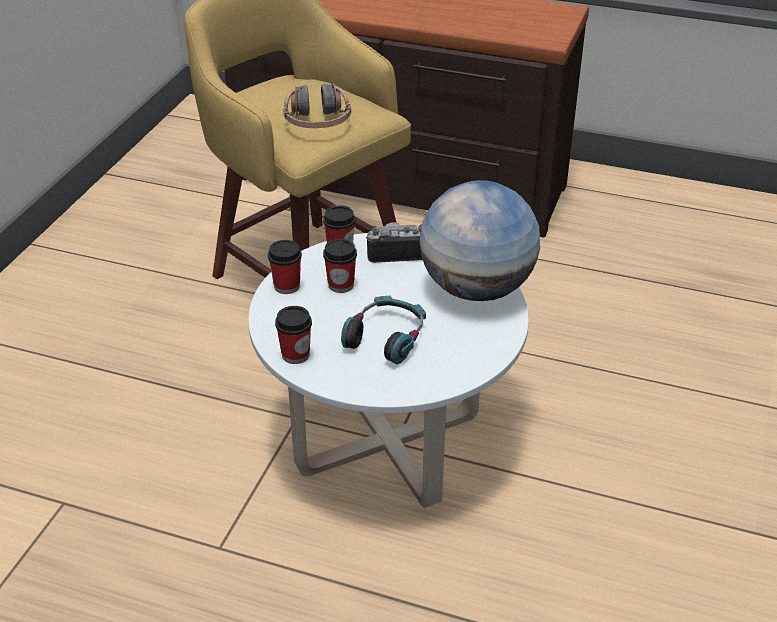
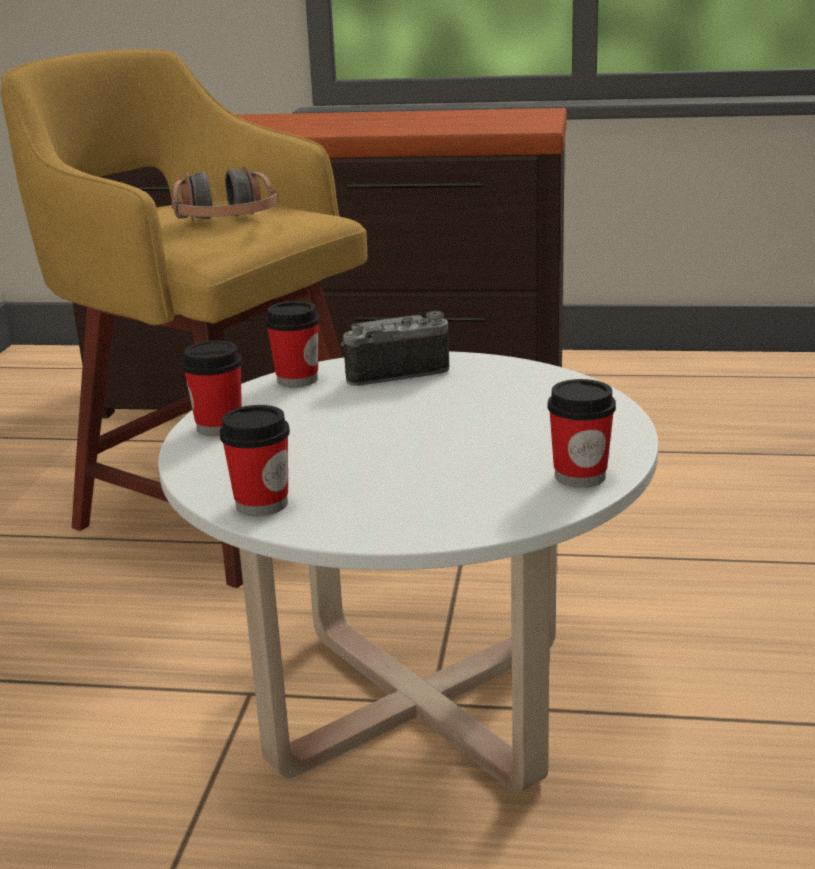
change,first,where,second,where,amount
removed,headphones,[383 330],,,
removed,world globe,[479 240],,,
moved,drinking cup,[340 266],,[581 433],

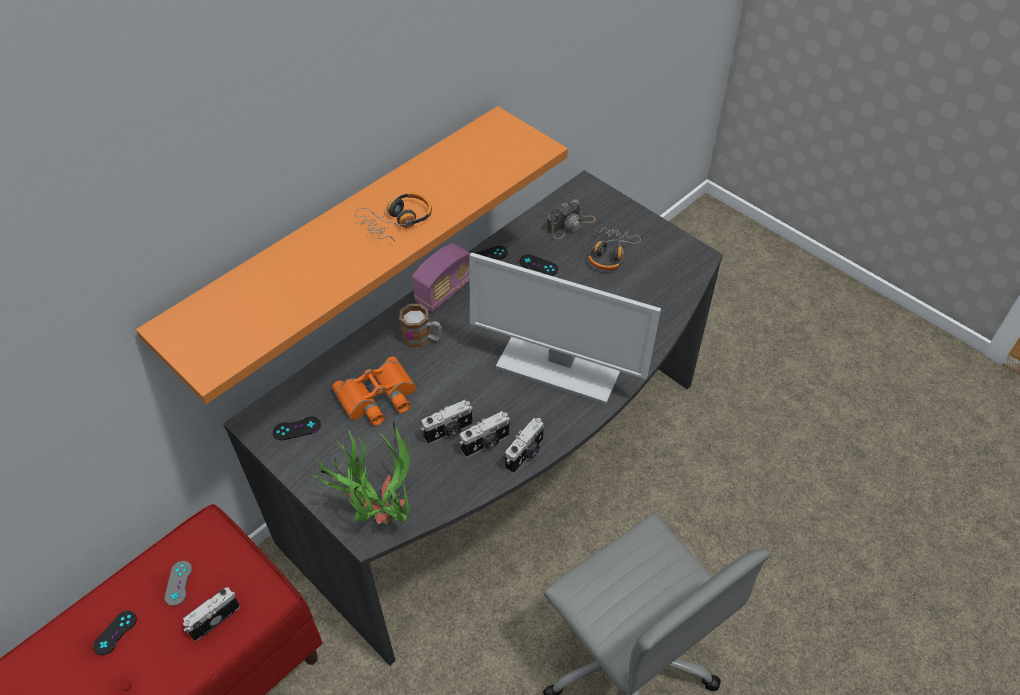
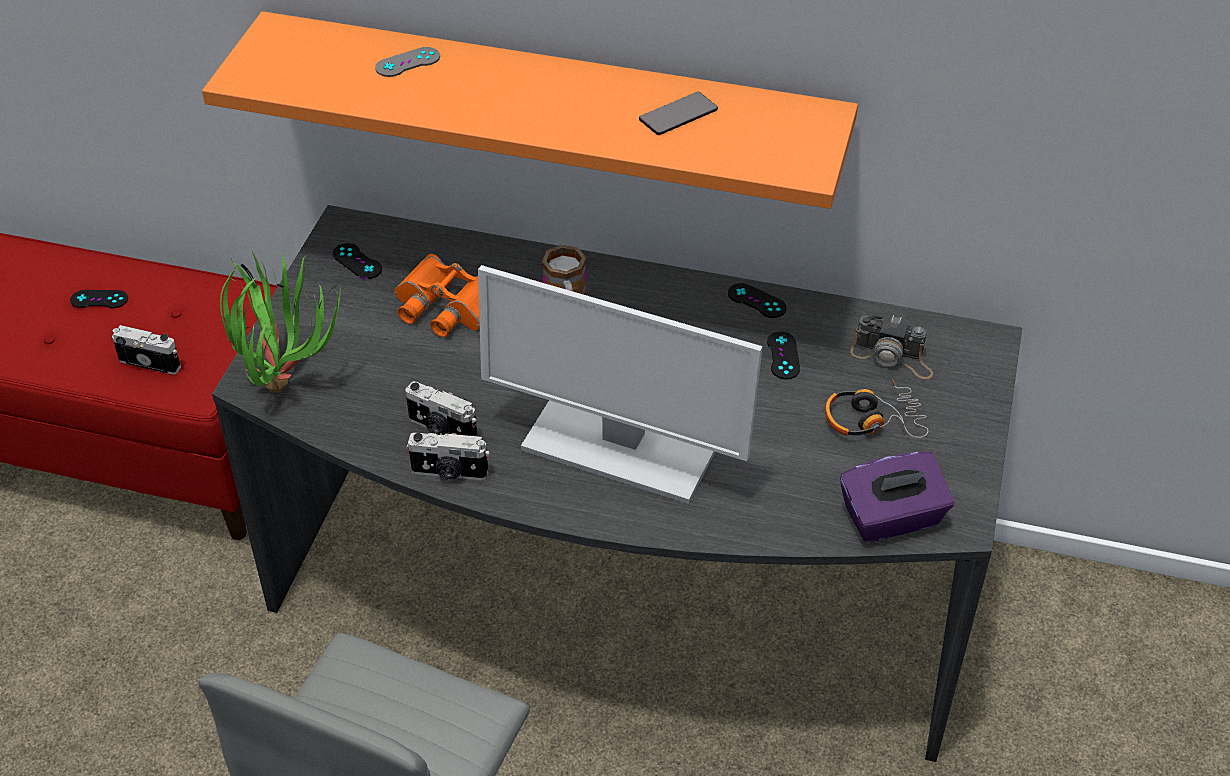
change,first,where,second,where,amount
removed,headphones,[393 216],,,
removed,radio receiver,[441 277],,,
removed,still camera,[447 422],,,
added,,,phone,[678 113],
added,,,purplish tissue box,[897 497],
moved,grey gamepad,[178 583],,[407 62],
turned,monitor,[565 328],,[620 384],60 degrees counterclockwise

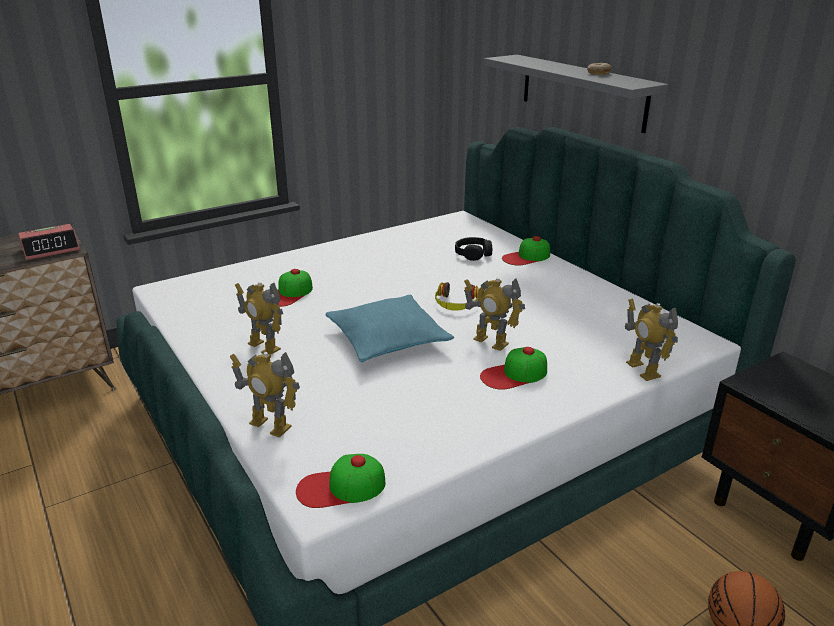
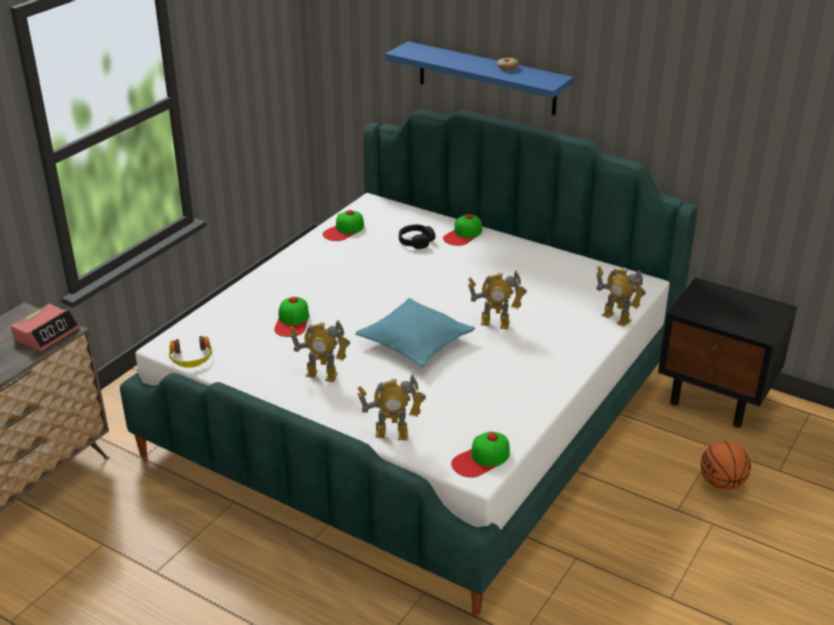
change,first,where,second,where,amount
moved,headphones,[457 296],,[190 352],
moved,peaked cap,[513 368],,[343 225],
recoloured,grey bracket shelf,[576 94],blue bracket shelf,[479 78],

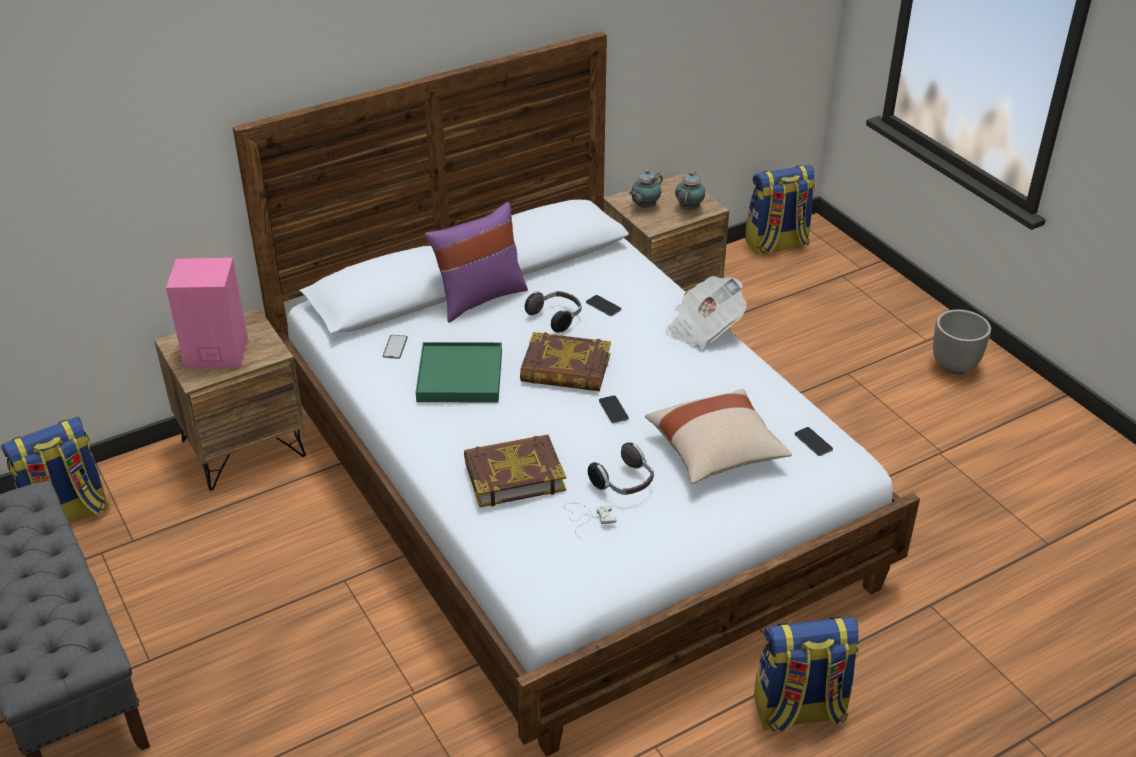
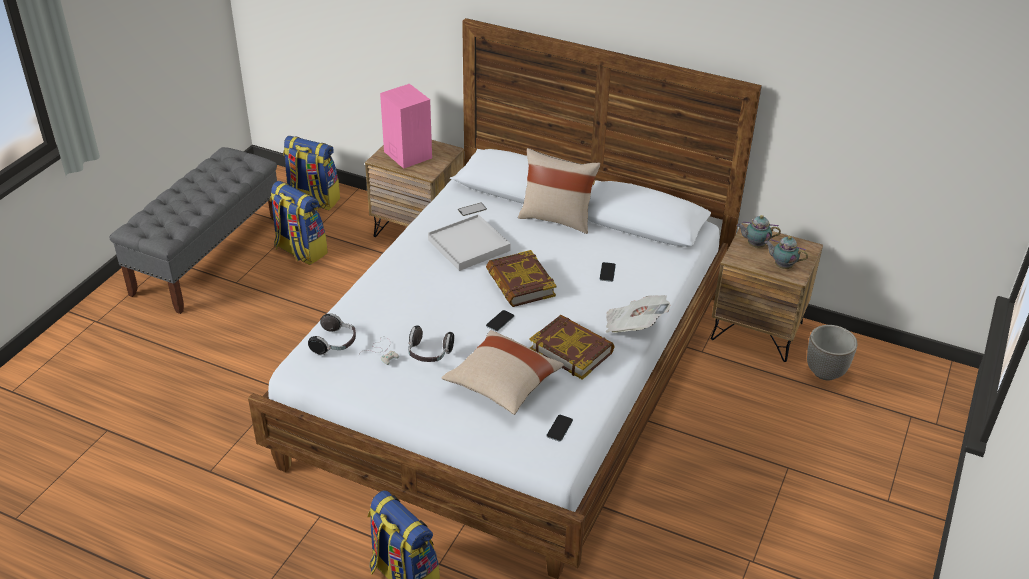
change,first,where,second,where,amount
moved,volume,[515 471],,[572 347],
moved,headphones,[553 312],,[332 334],
moved,rucksack,[780 210],,[299 223],
moved,planter,[962 341],,[832 352],
recoloured,green-coloured carrying tray,[459 372],whitish carrying tray,[469 242],
recoloured,purplish cushion,[476 262],beige cushion,[559 191],
turned,teapot,[690 191],,[786 252],135 degrees counterclockwise

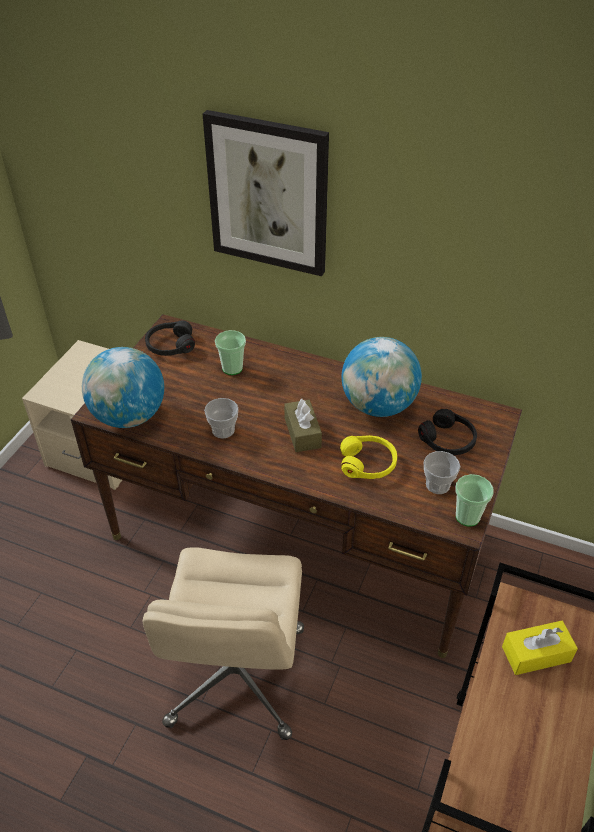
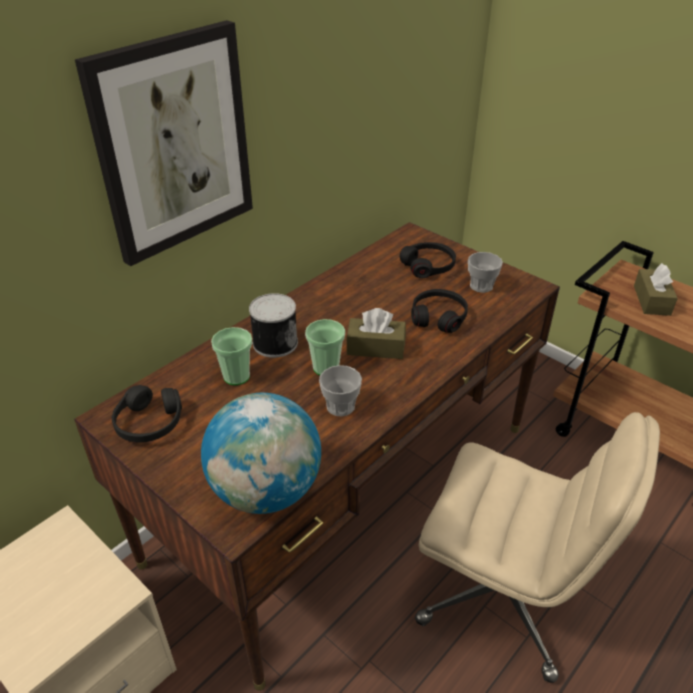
change,first,where,second,where,amount
removed,world globe,[382 377],,,
added,,,sealed can,[273 325],
moved,drinking cup,[475 500],,[325 347],
recoloured,yellowish headphones,[368 457],black-coloured headphones,[439 311],
recoloured,yellowish tissue box,[540 648],brown-coloured tissue box,[656 289],

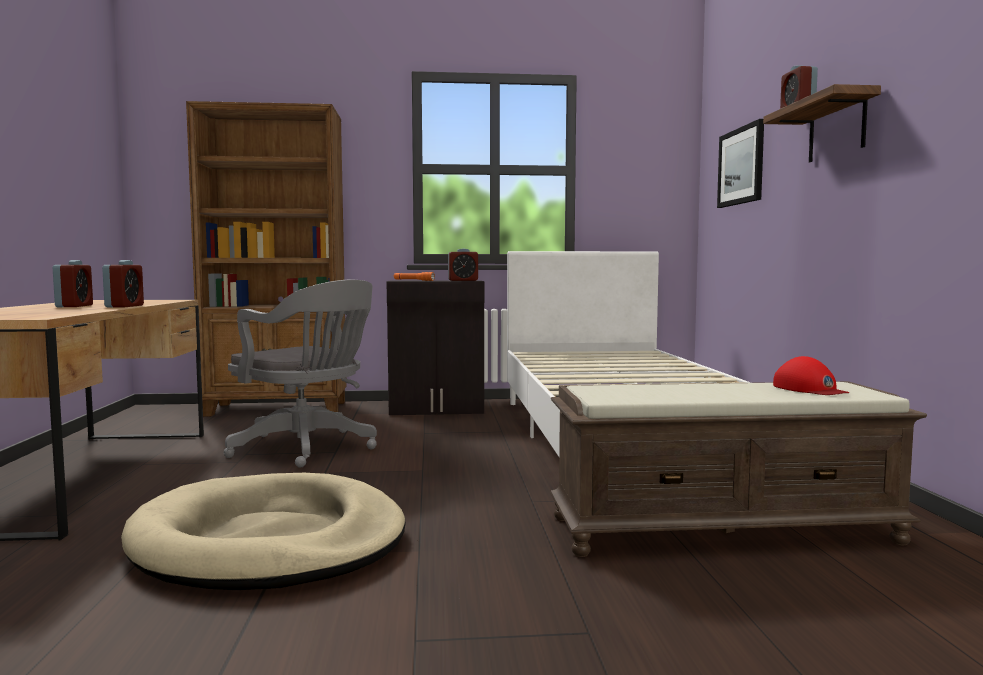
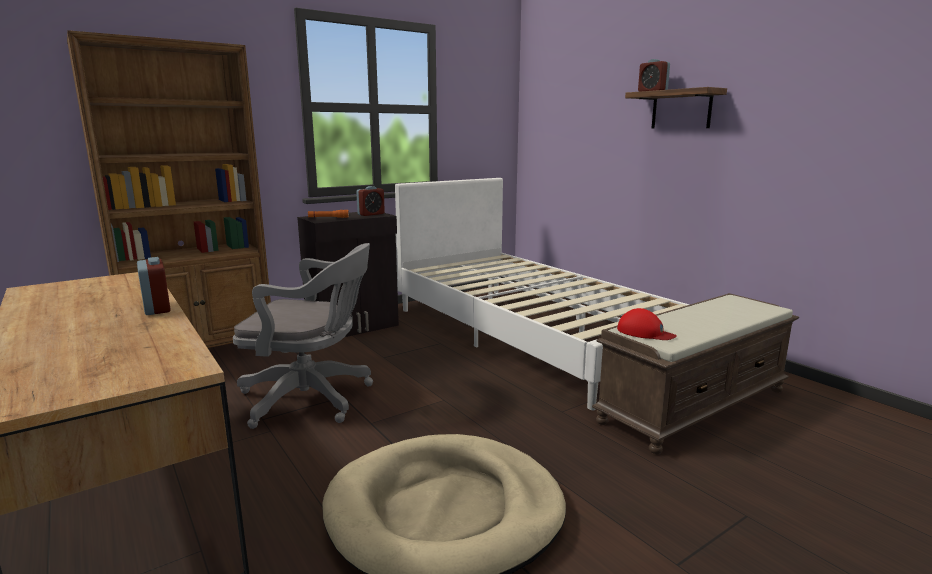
change,first,where,second,where,amount
removed,alarm clock,[73 283],,,
removed,wall picture,[740 163],,,
moved,red-coloured peaked cap,[811 375],,[647 324],

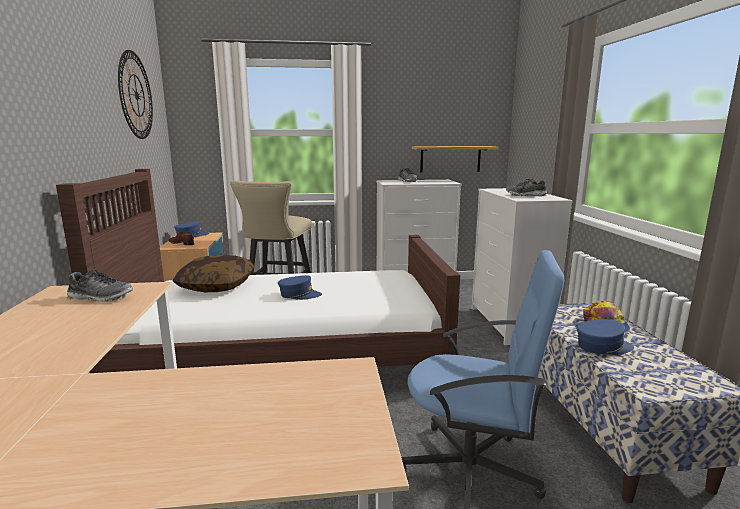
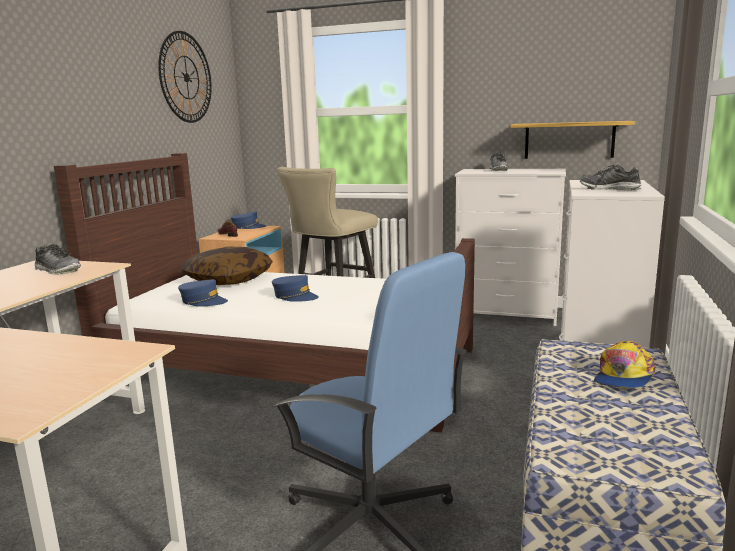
change,first,where,second,where,amount
moved,blue peaked cap,[605 337],,[203 293],

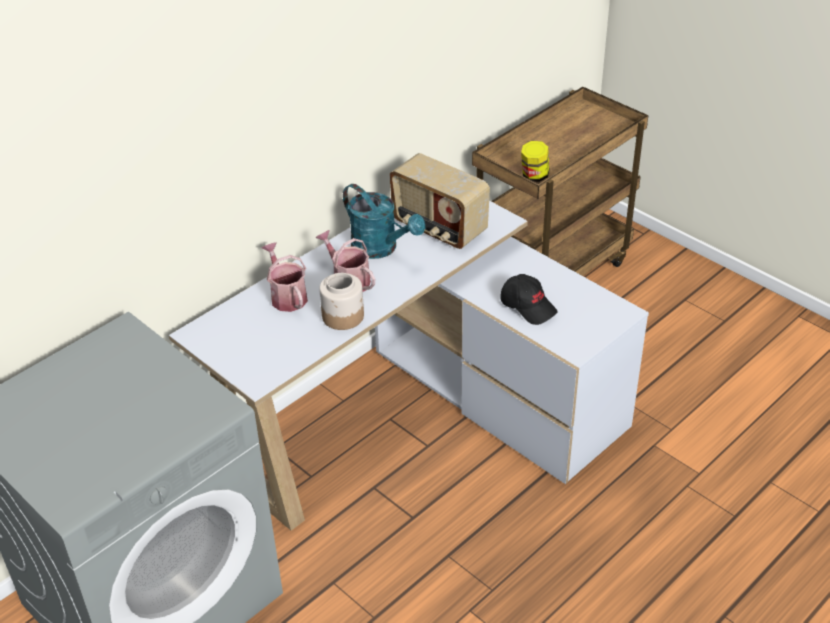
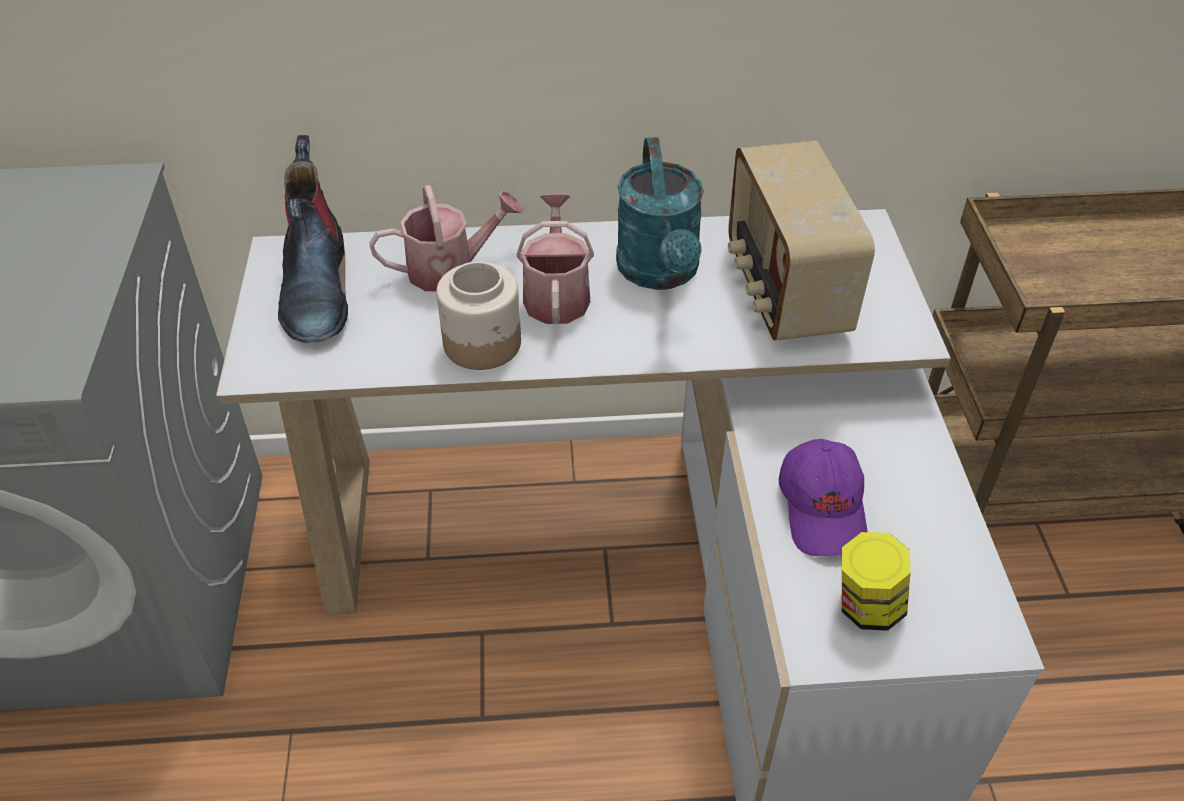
change,first,where,second,where,amount
added,,,boot,[313 239],
moved,jar,[535 161],,[876 581],
recoloured,black-coloured peaked cap,[528 299],purplish peaked cap,[823 497],
turned,watering can,[284 277],,[446 238],60 degrees clockwise

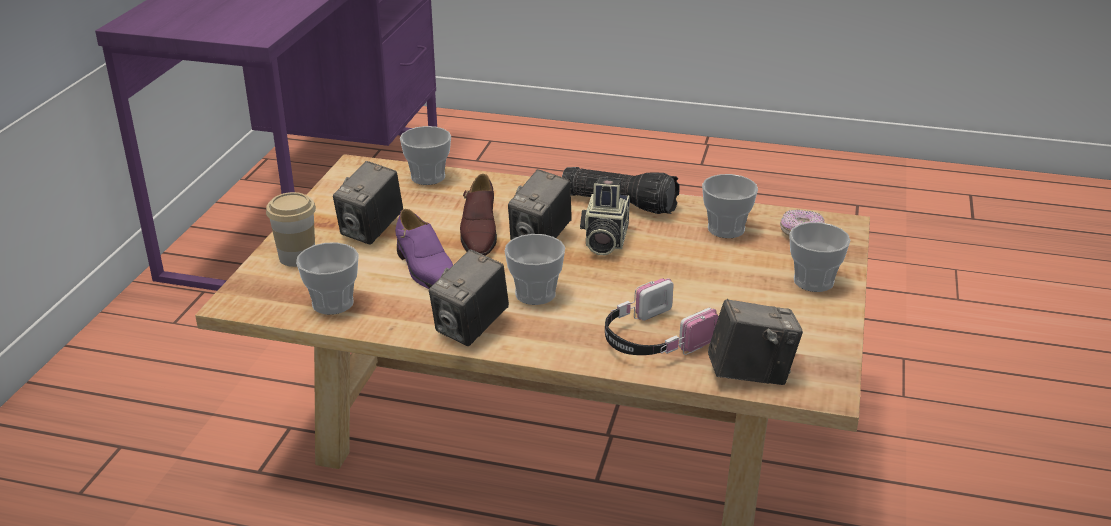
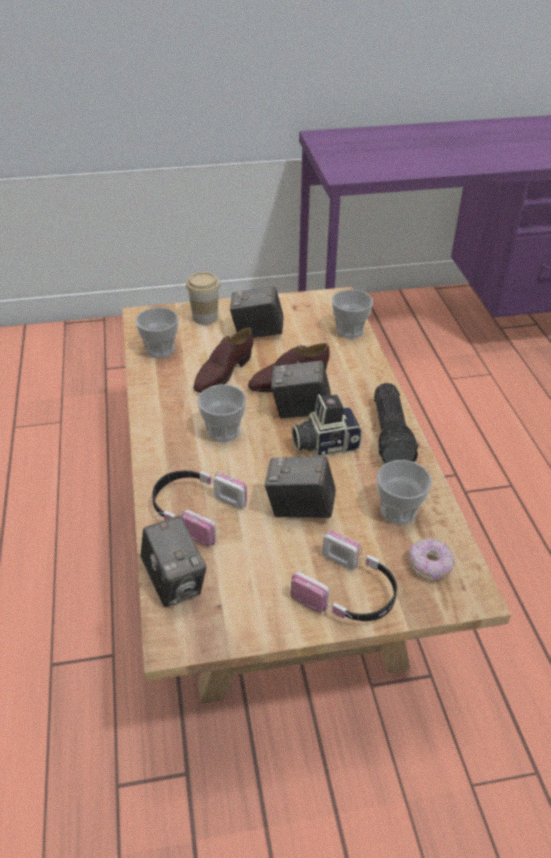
change,first,where,second,where,amount
moved,still camera,[469 297],,[300 486],
replaced,drinking cup,[820 257],headphones,[344 576],
recoloured,purplish shoe,[424 249],brown-coloured shoe,[223 360],

